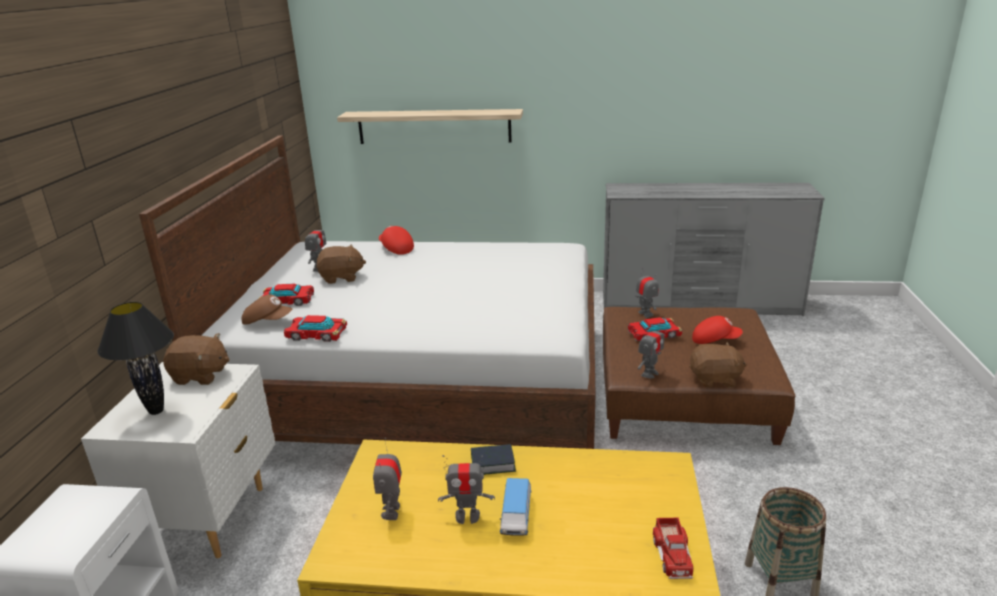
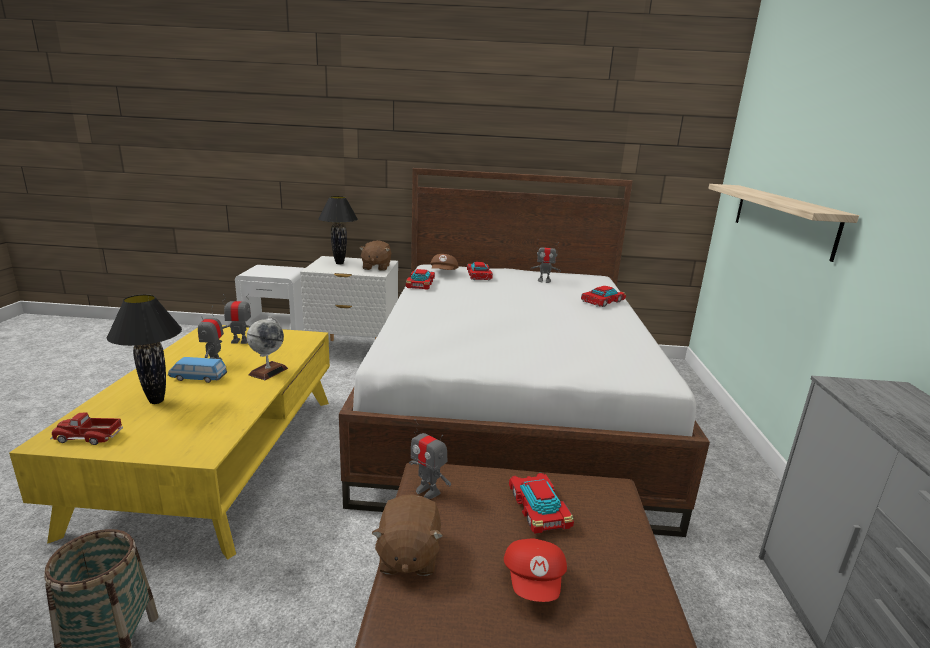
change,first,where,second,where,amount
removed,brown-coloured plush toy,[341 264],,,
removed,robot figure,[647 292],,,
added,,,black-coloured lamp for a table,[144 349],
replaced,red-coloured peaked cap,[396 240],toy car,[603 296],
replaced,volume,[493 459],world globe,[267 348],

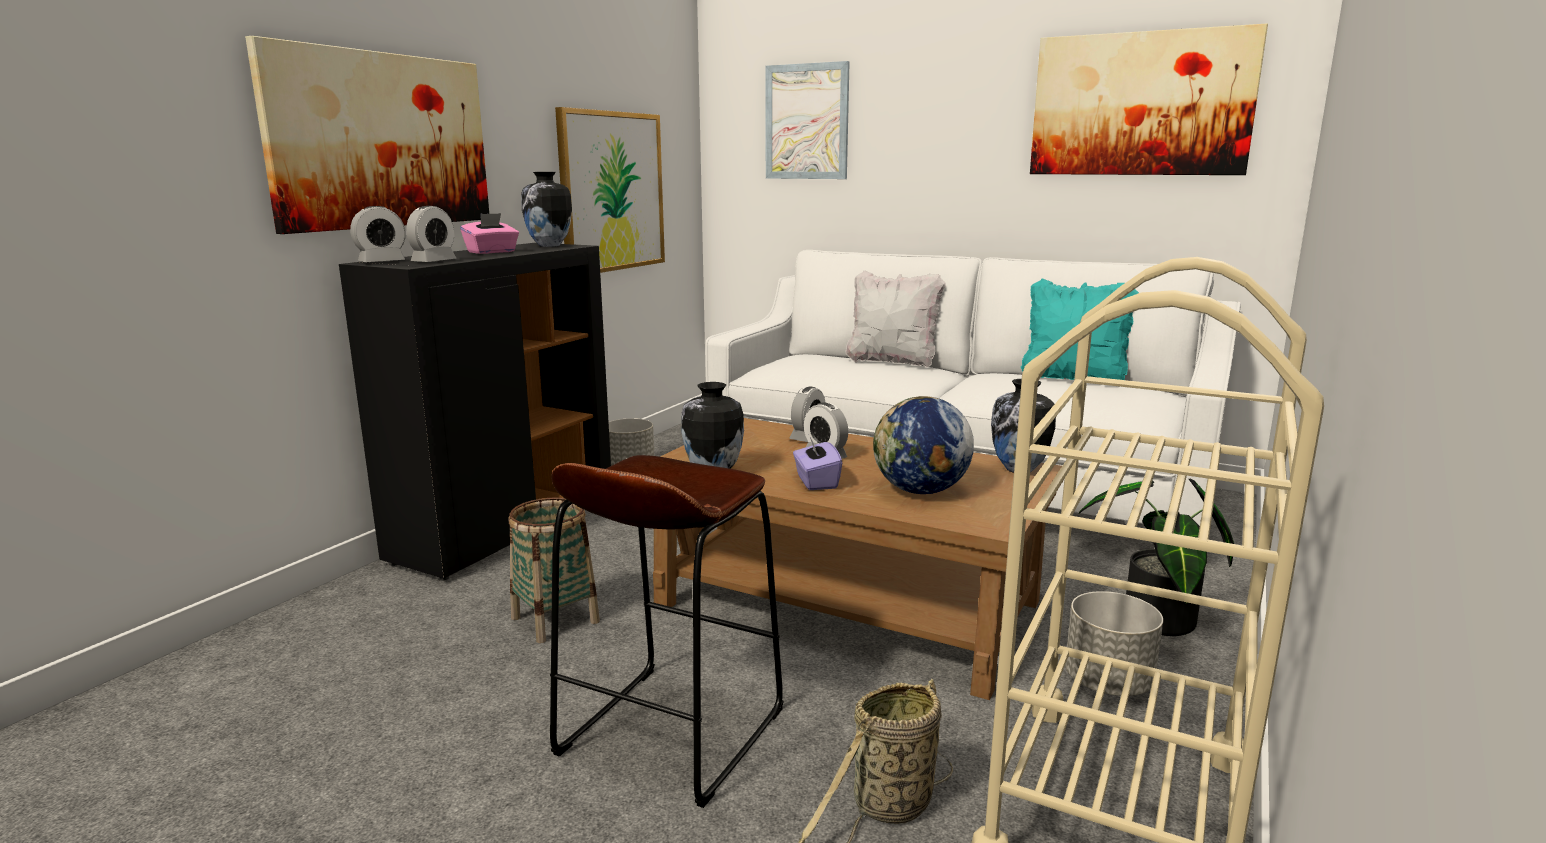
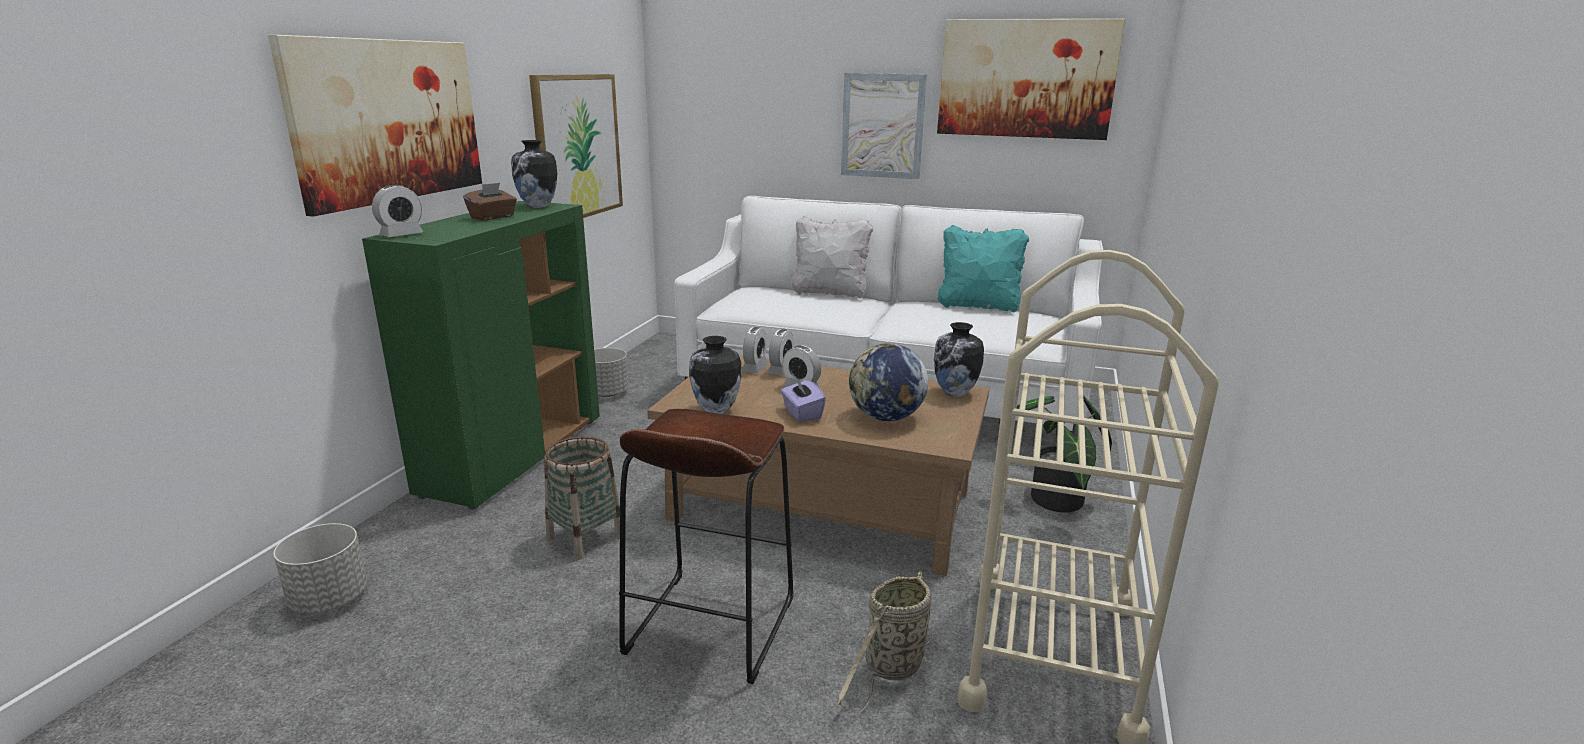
change,first,where,second,where,amount
moved,alarm clock,[431 234],,[755 350],
moved,wall picture,[807 120],,[884 126],
moved,grey planter,[1114 643],,[320 568],
recoloured,black-coloured storage cabinet,[475 412],green-coloured storage cabinet,[481 355],
recoloured,pinkish tissue box,[489 233],brown-coloured tissue box,[490 201],

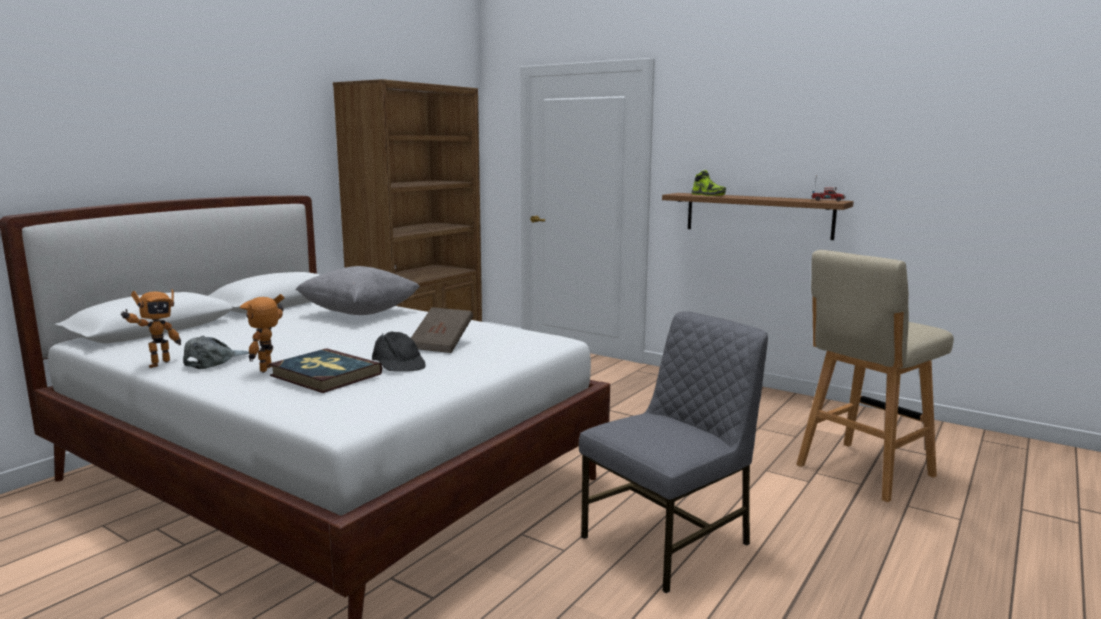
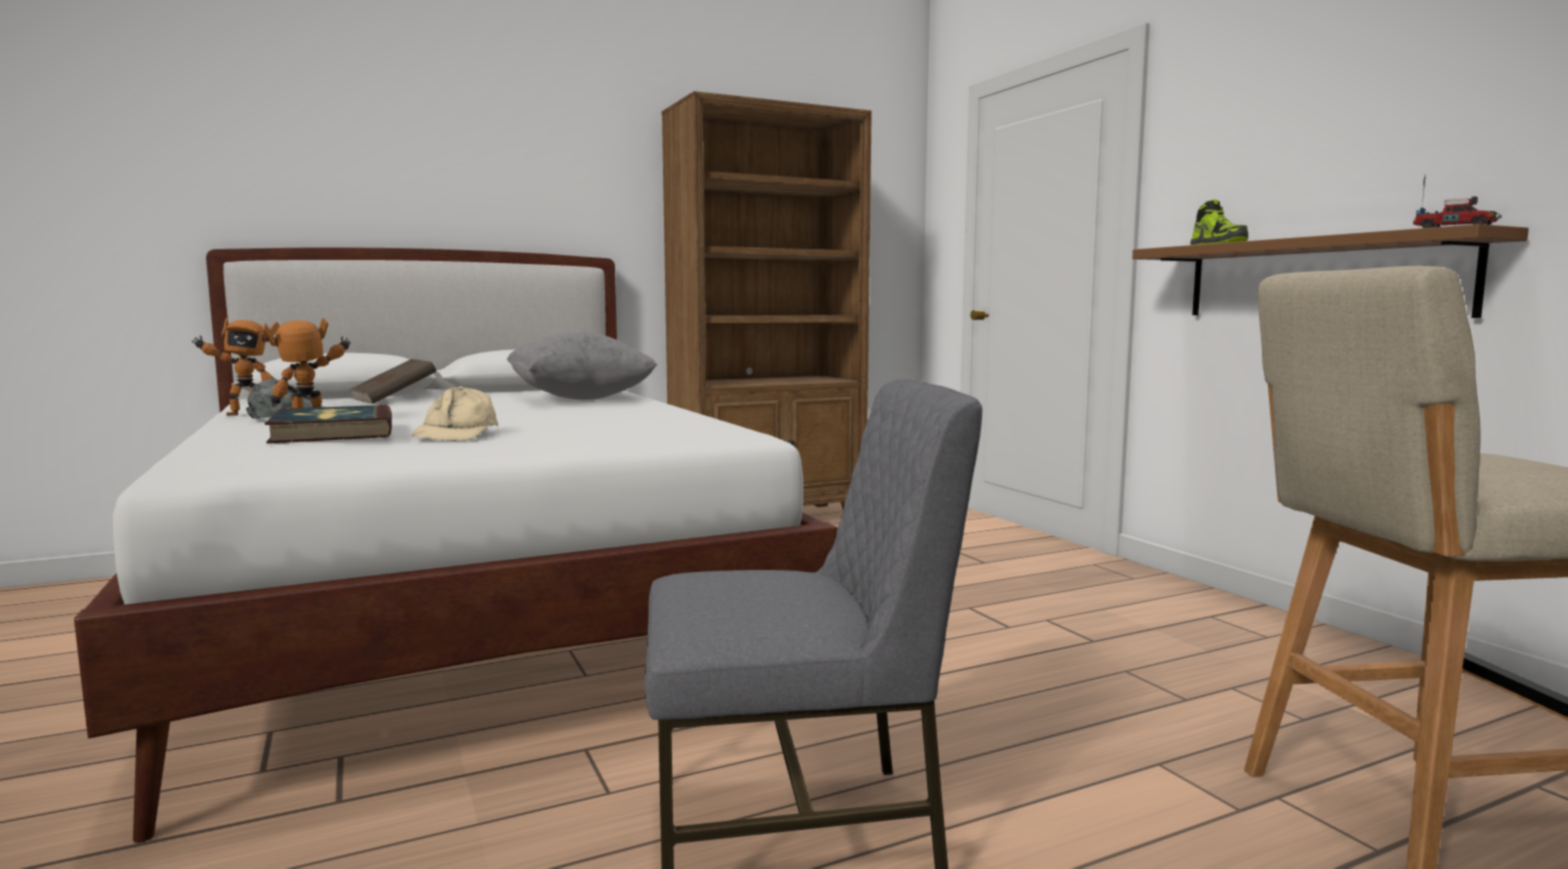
change,first,where,second,where,amount
moved,brown-coloured volume,[442 330],,[393 381],
recoloured,black-coloured peaked cap,[399 351],beige peaked cap,[455 413],

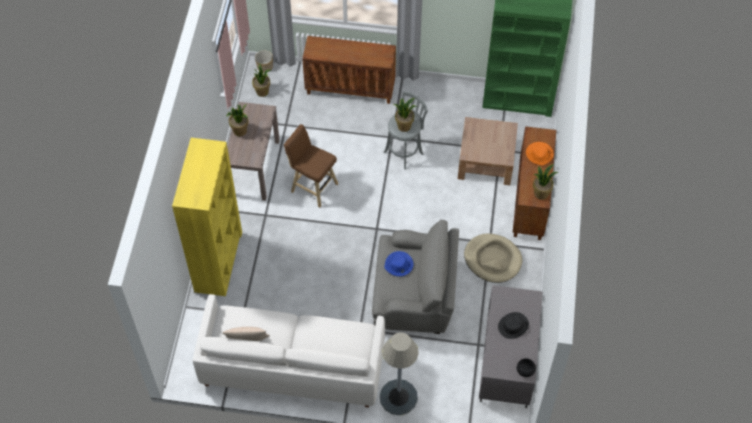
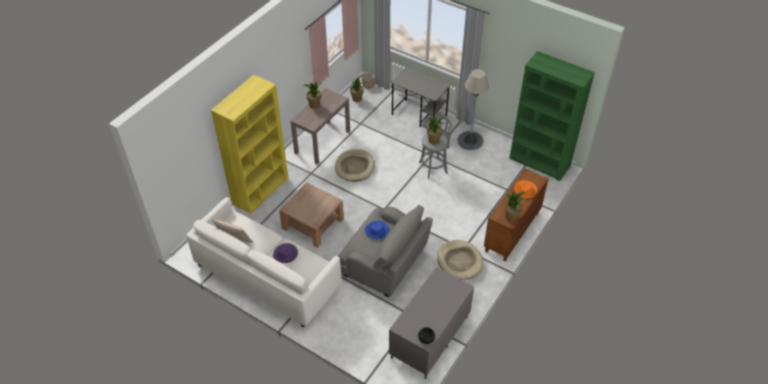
change,first,where,second,where,amount
removed,black-coloured wearable hat,[513 325],,,
added,,,purplish wearable hat,[285 253],
moved,grey standard lamp,[399 373],,[473 109],
moved,brown-coloured low table,[488 151],,[311 215],
replaced,brown-coloured sitting stool,[311 166],beige dog bed,[355 165],
replaced,brown-coloured storage cabinet,[349 70],grey desk unit,[420 98],

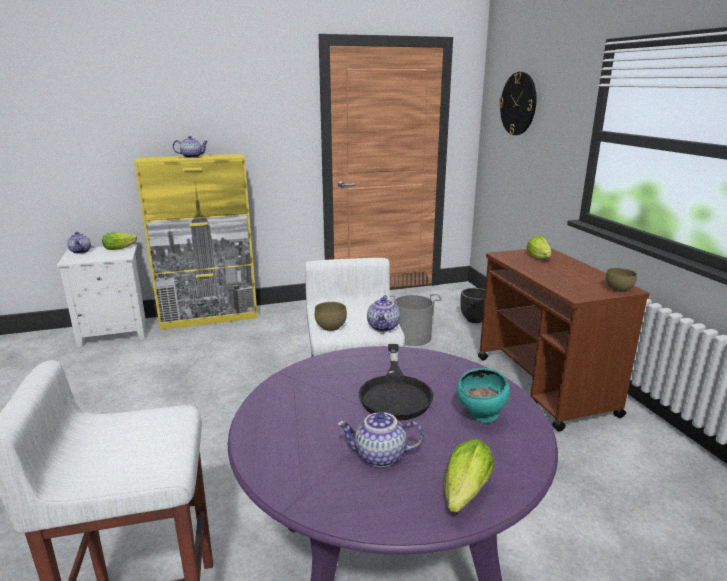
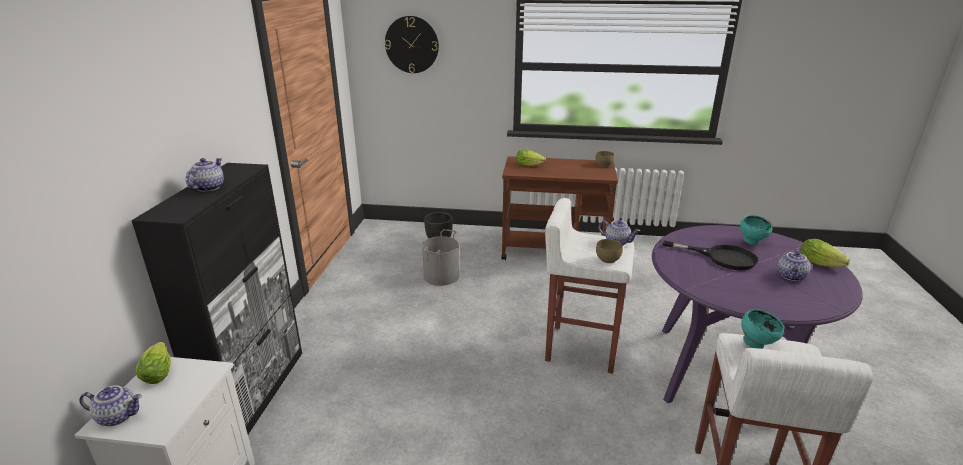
change,first,where,second,where,amount
added,,,turquoise-coloured serving bowl,[762 329],
recoloured,yellowish storage cabinet,[196 242],black-coloured storage cabinet,[216 298],

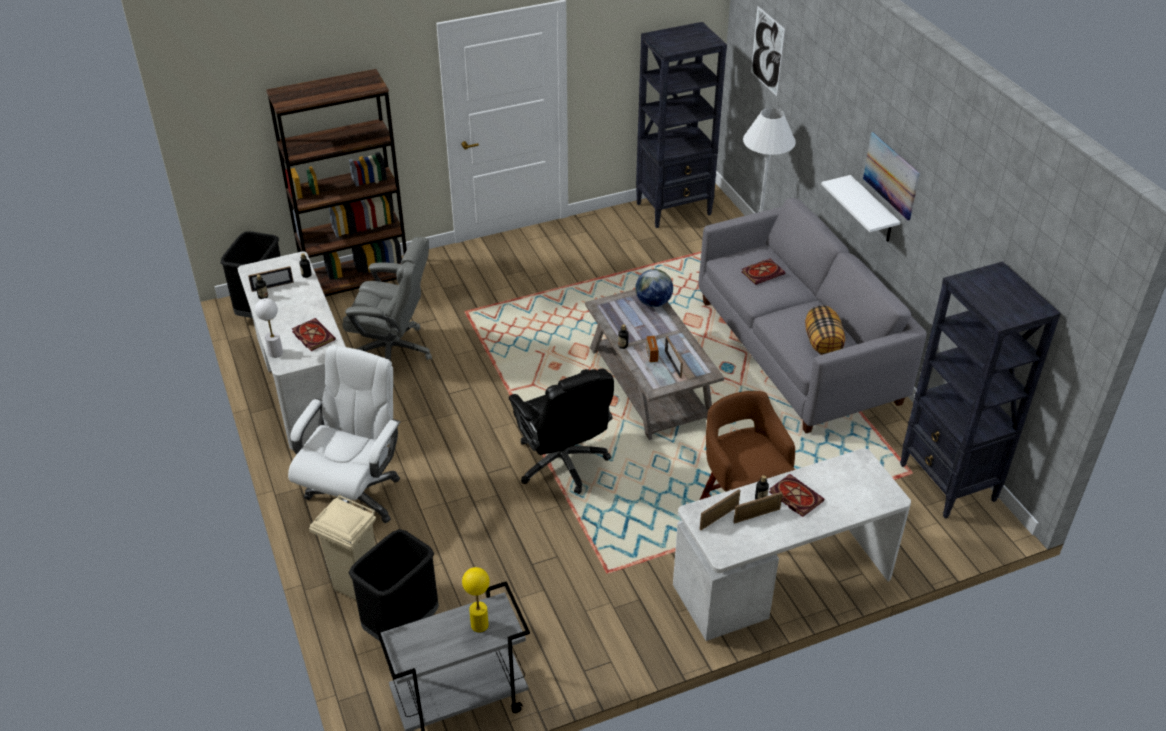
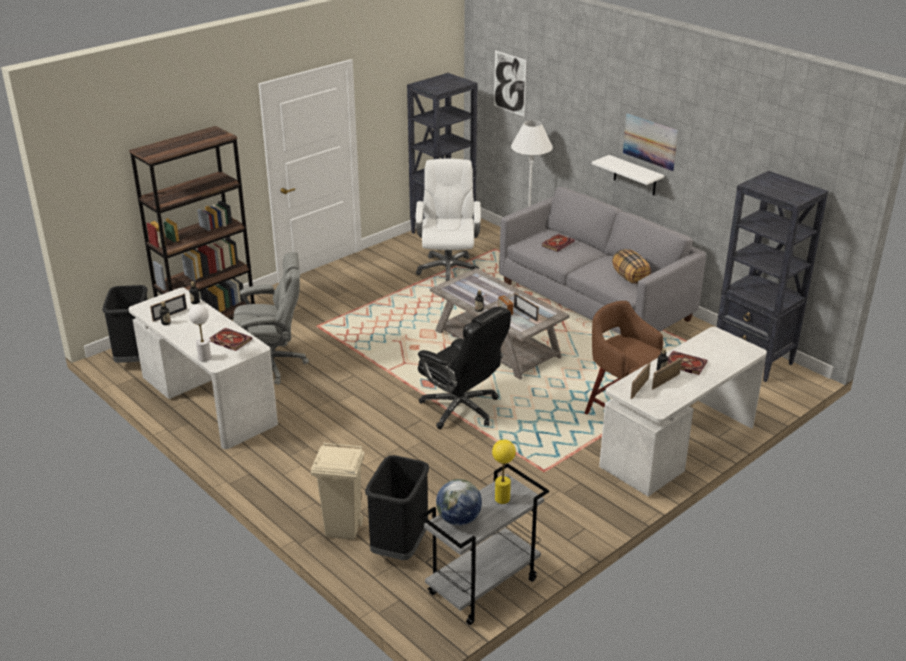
change,first,where,second,where,amount
moved,whitish desk chair,[344 434],,[448 220],
moved,world globe,[654 288],,[459 502],

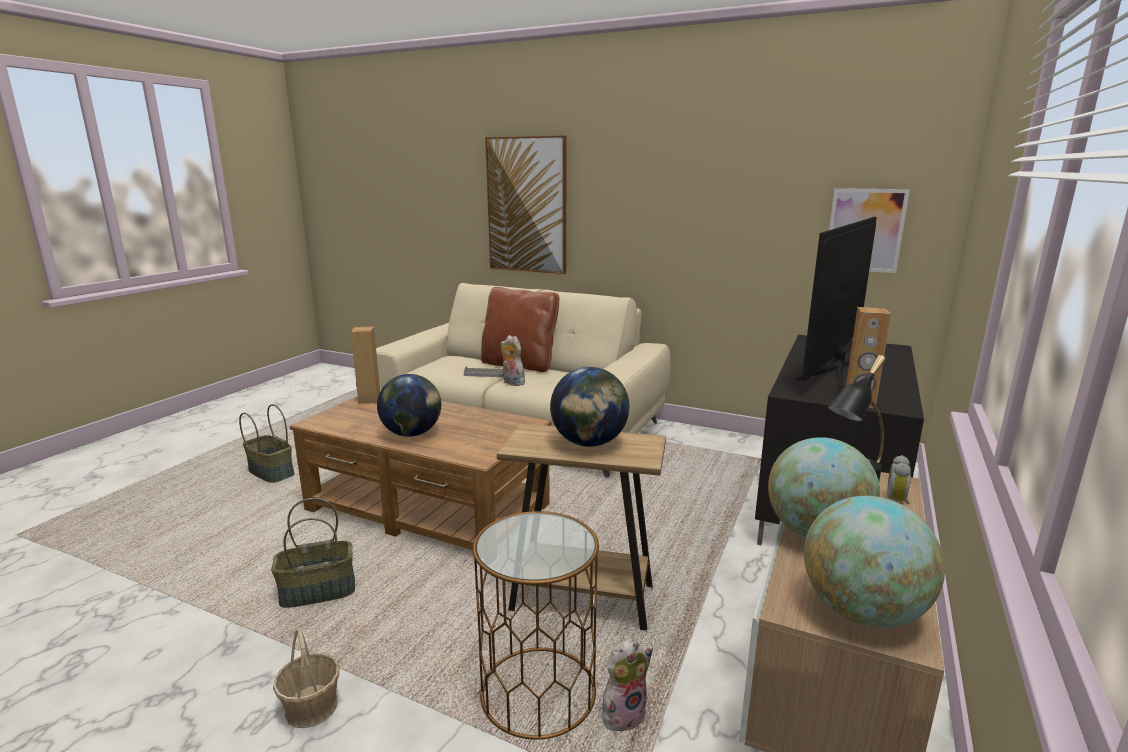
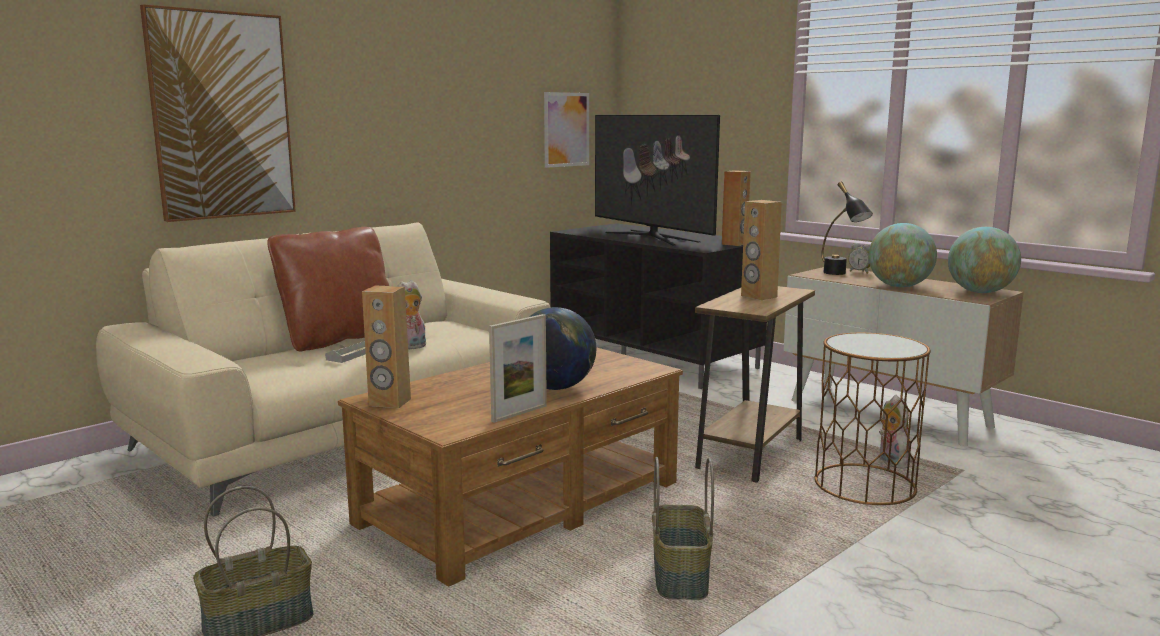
change,first,where,second,where,amount
removed,storage basket,[306 677],,,
added,,,standing frame,[518 368],
replaced,world globe,[590 407],brown-coloured speaker,[761 250],

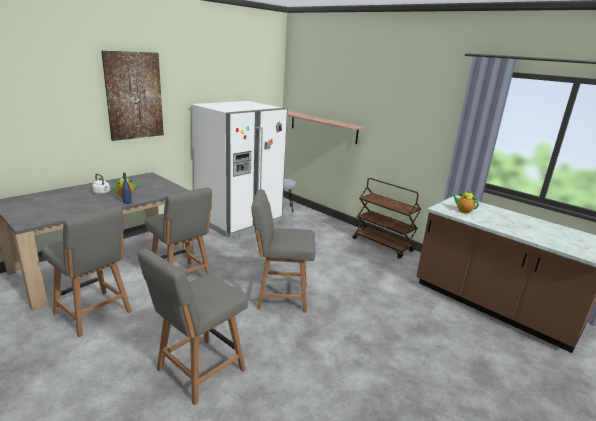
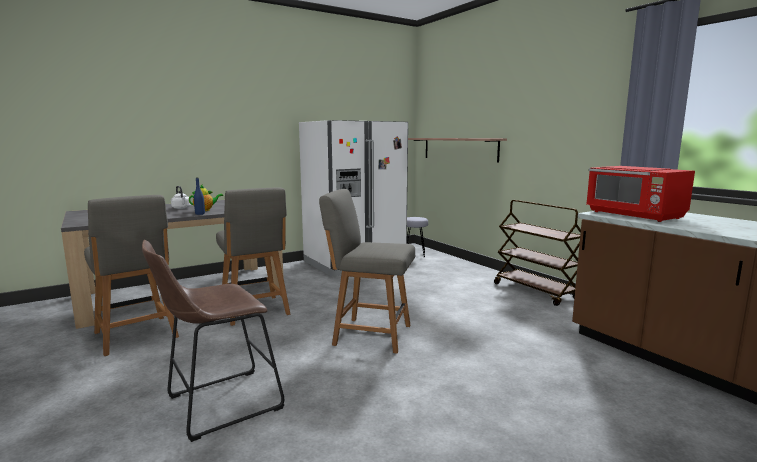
change,first,where,second,where,amount
removed,wall picture,[132 96],,,
replaced,grey chair,[193 327],brown-coloured sitting stool,[213 341],
replaced,teapot,[464 201],red-coloured microwave,[641 194],

